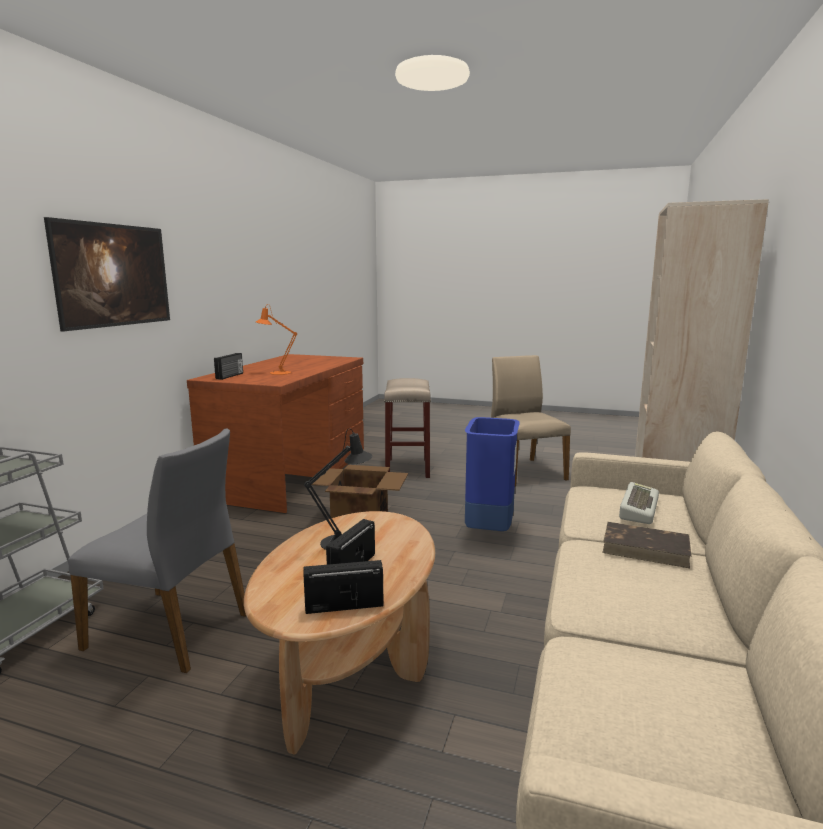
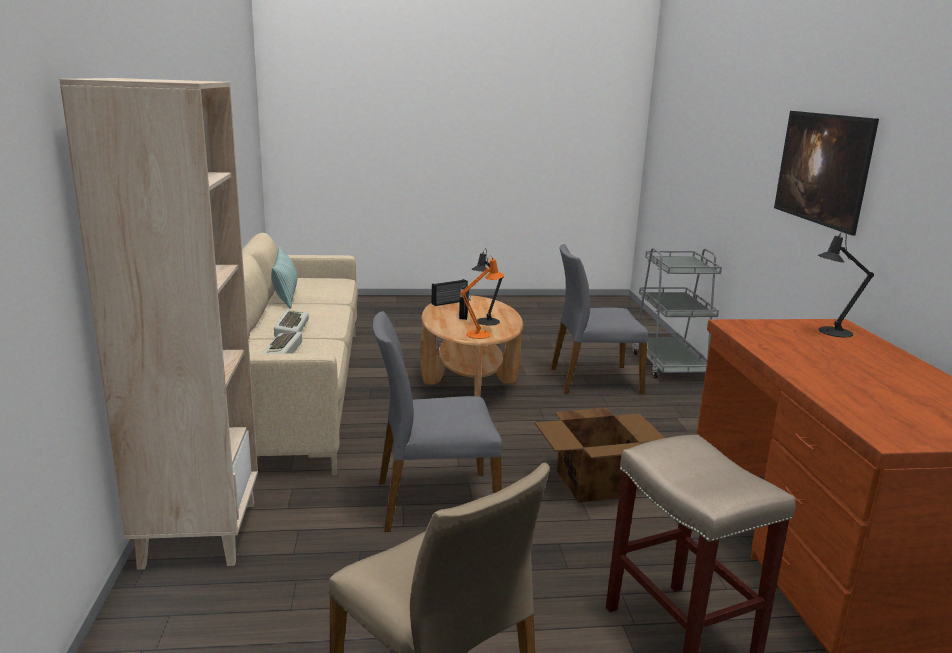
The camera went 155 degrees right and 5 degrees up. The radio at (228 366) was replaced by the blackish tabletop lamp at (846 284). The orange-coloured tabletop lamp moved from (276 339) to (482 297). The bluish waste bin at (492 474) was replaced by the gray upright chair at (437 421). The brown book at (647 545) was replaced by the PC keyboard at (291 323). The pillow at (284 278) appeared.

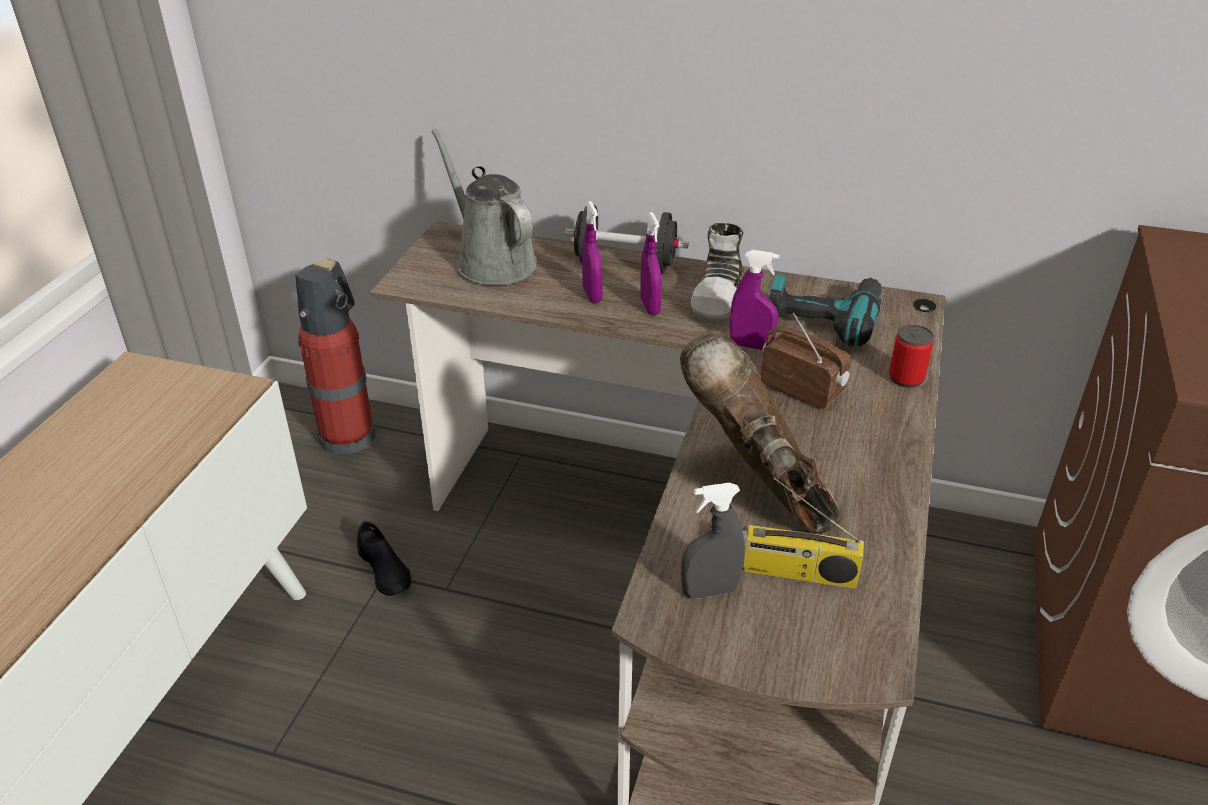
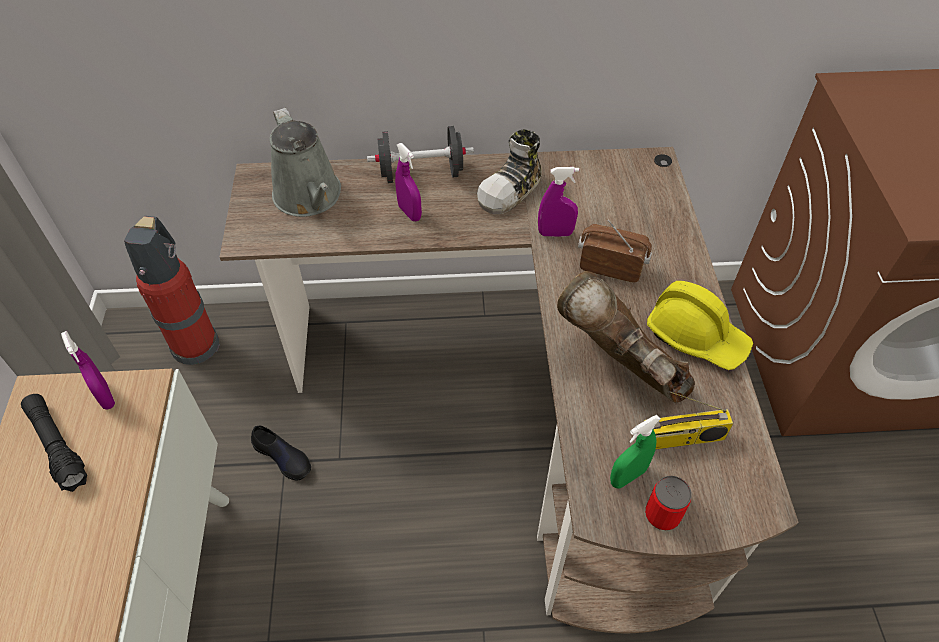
The camera went 20 degrees left and 15 degrees up. The gray watering pot at (484 207) turned 150 degrees counterclockwise. The purple-coloured spray bottle moved from (651 263) to (88 370). The gray spray bottle at (712 541) became the greenish spray bottle at (635 452). The shoe at (718 273) turned 45 degrees clockwise. The drill at (825 310) disappeared. The sealed can moved from (911 356) to (668 503). The blackish torch at (54 443) appeared. The yellow-coloured hard hat at (700 325) appeared.

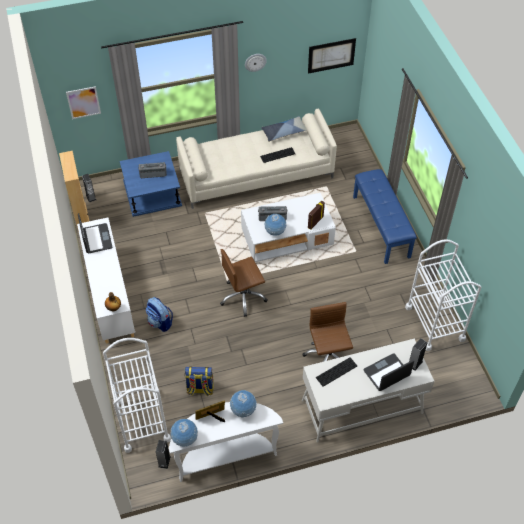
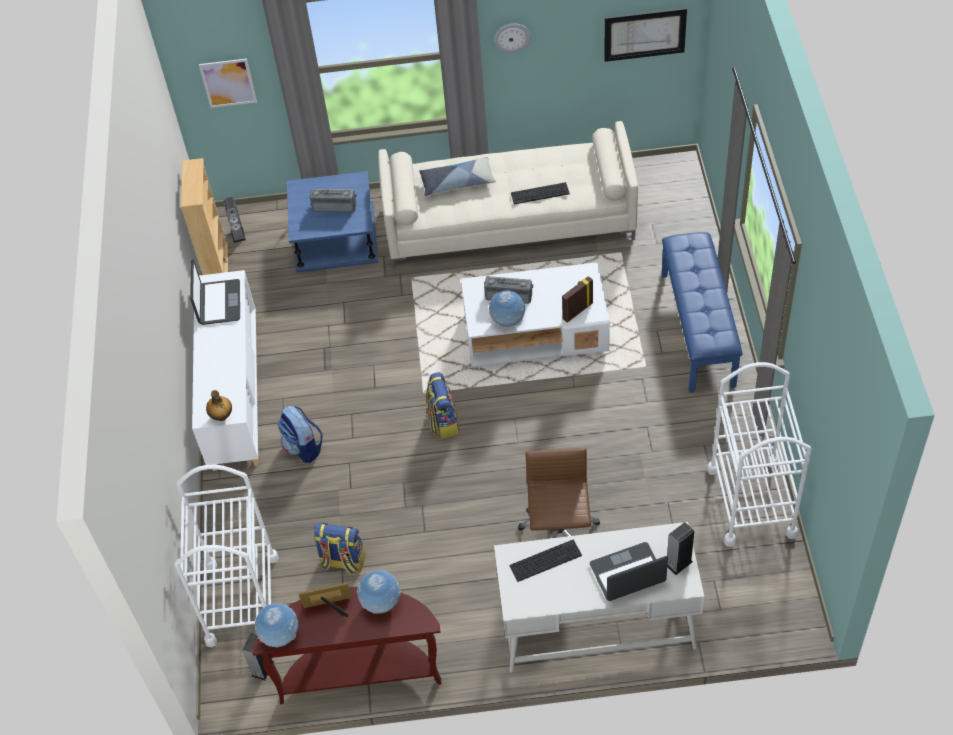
The camera went 15 degrees right and 0 degrees up. The white-coloured console table at (226 442) became the brown console table at (347 645). The brown desk chair at (244 283) was replaced by the backpack at (443 405). The pillow moved from (284 129) to (457 176).

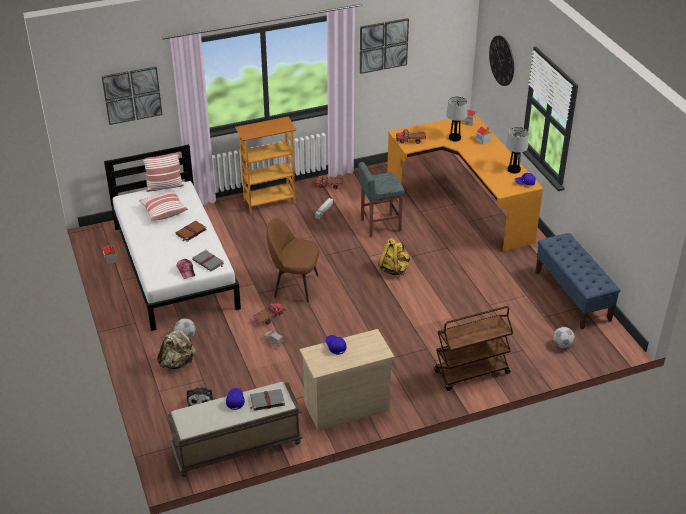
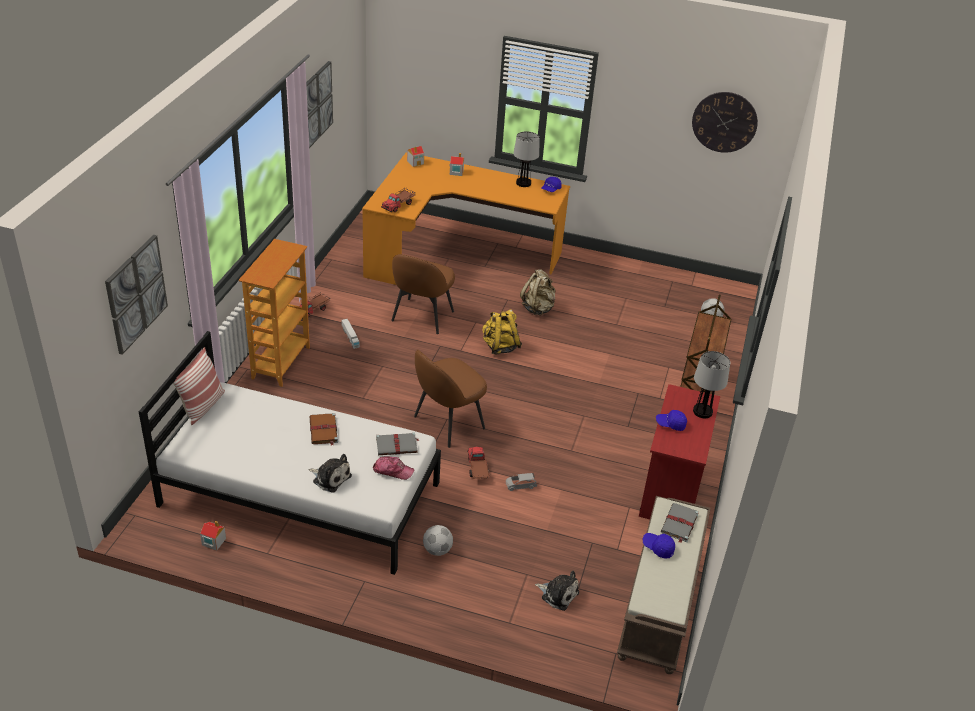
The camera went 55 degrees left and 0 degrees up. The pillow at (163 206) disappeared. The sand-coloured backpack moved from (176 348) to (538 292). The sand-coloured dresser at (347 380) became the red-coloured dresser at (679 451). The gray stool seat at (381 199) was replaced by the brown upright chair at (423 294). The tabletop lamp moved from (456 119) to (711 384). The hanging clock moved from (501 60) to (725 122). The bluish bench at (577 281) disappeared. The soft toy at (330 473) appeared.

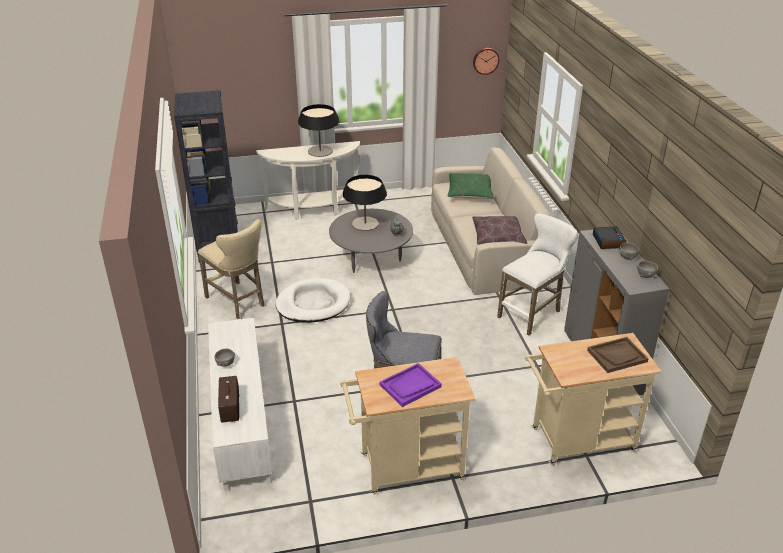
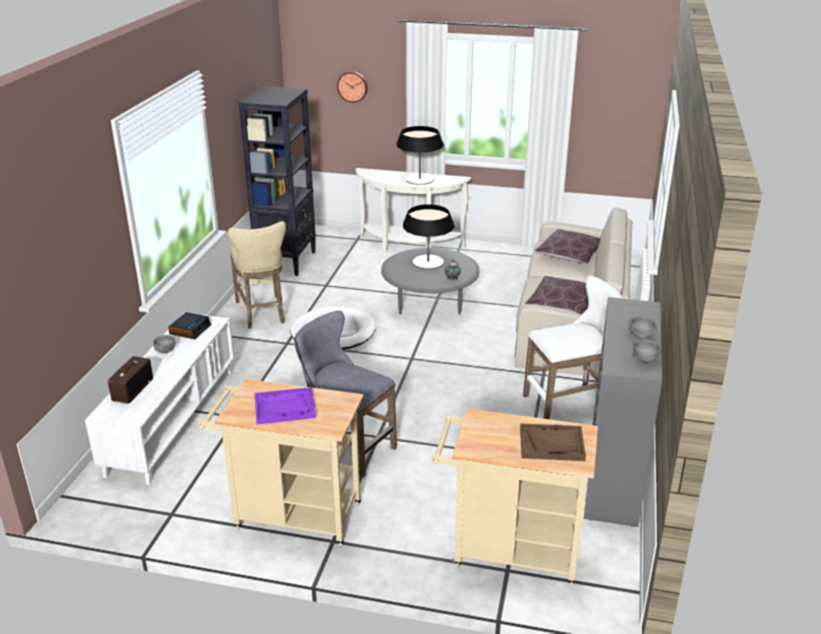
The camera went 25 degrees right and 5 degrees down. The greenish pillow at (471 186) became the brown pillow at (567 246). The hanging clock moved from (486 61) to (352 87). The alarm clock moved from (610 237) to (189 325).

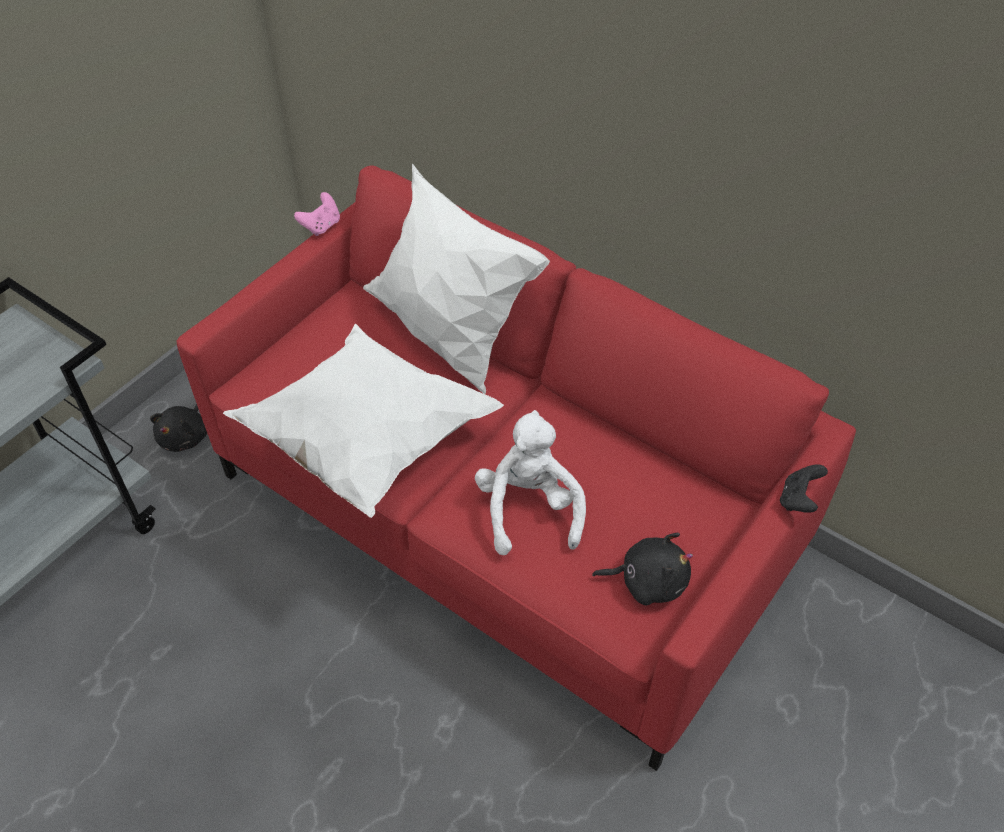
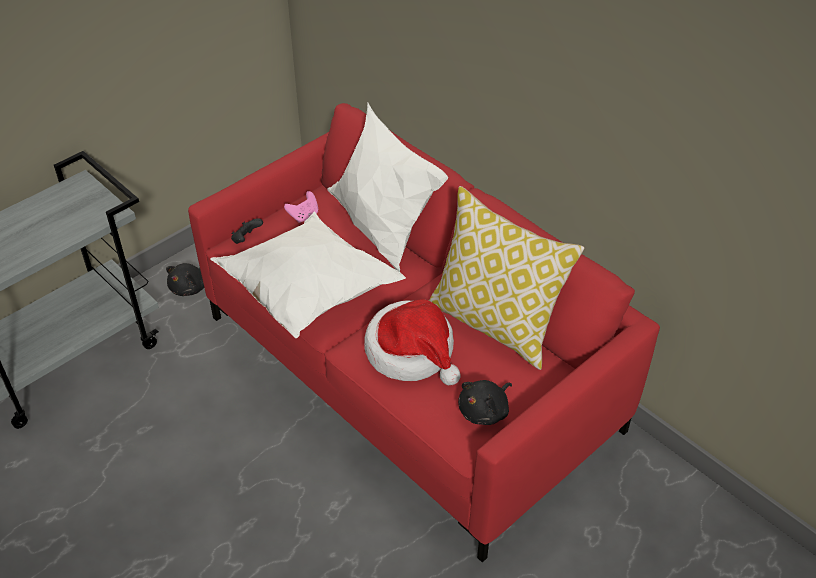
The camera went 10 degrees right and 5 degrees down. The pink-coloured gamepad moved from (317 214) to (301 207). The white-coloured soft toy at (530 482) was replaced by the wearable hat at (412 342). The blackish soft toy at (642 569) turned 120 degrees clockwise. The blackish gamepad moved from (804 488) to (247 231). The pillow at (506 278) appeared.

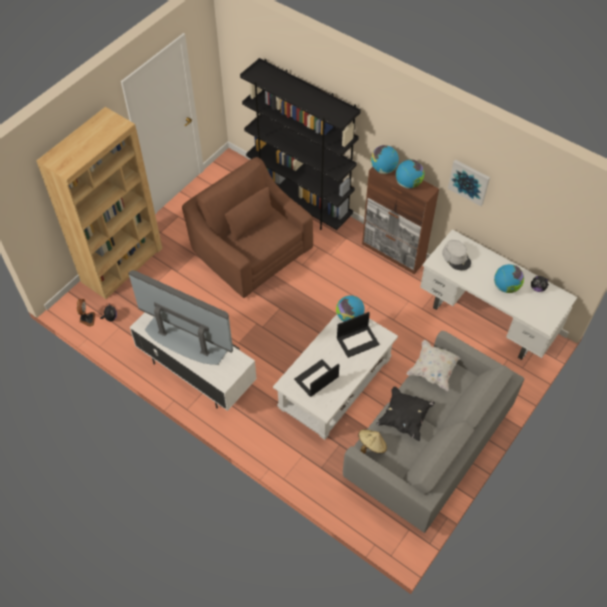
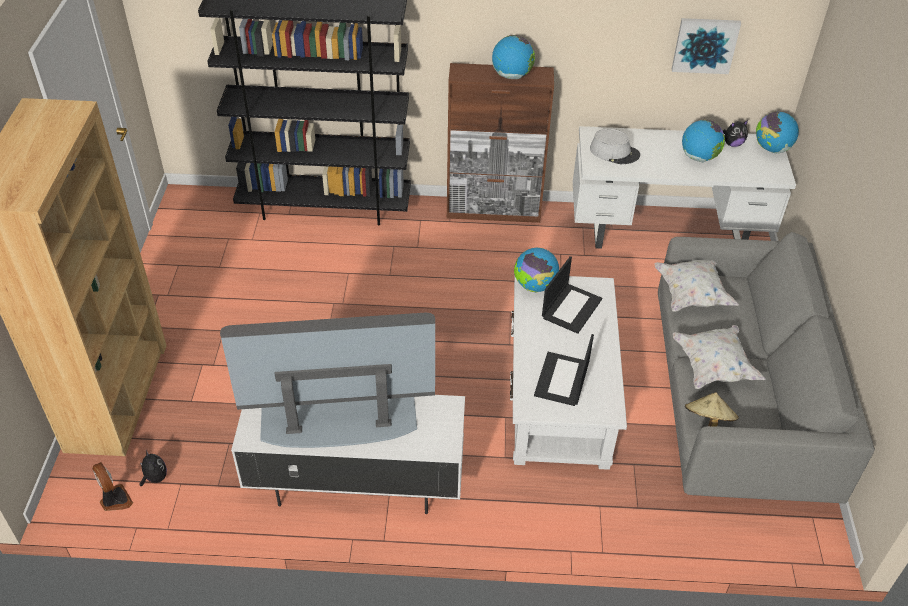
The camera went 35 degrees left and 10 degrees down. The brown easy chair at (247 227) disappeared. The globe moved from (385 159) to (777 133). The blackish pillow at (405 414) became the white-coloured pillow at (719 357). The picture moved from (469 183) to (706 46).

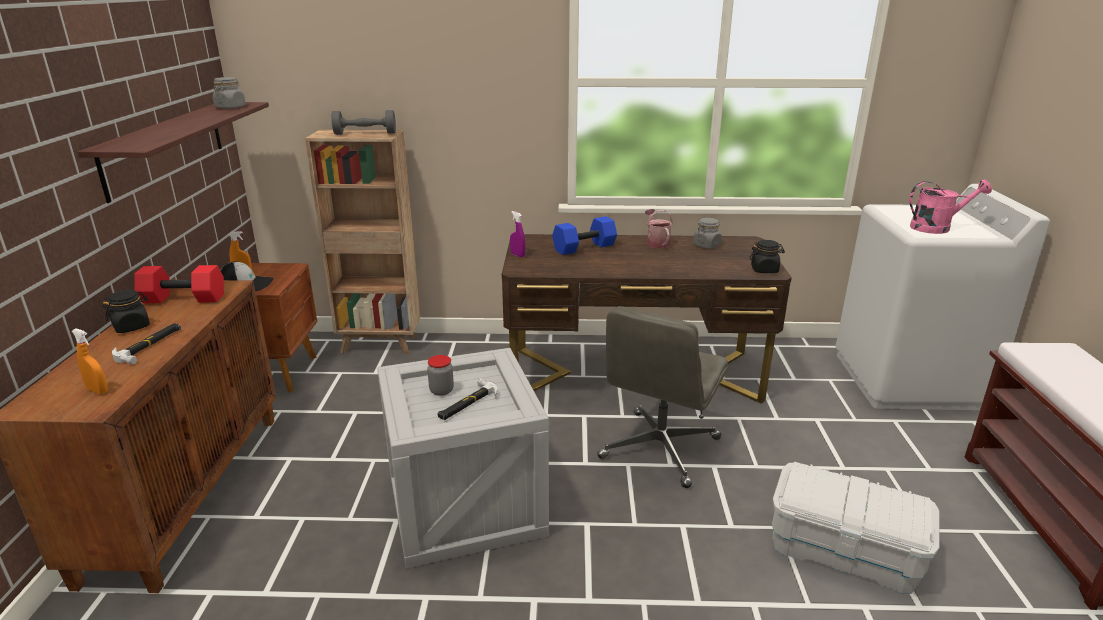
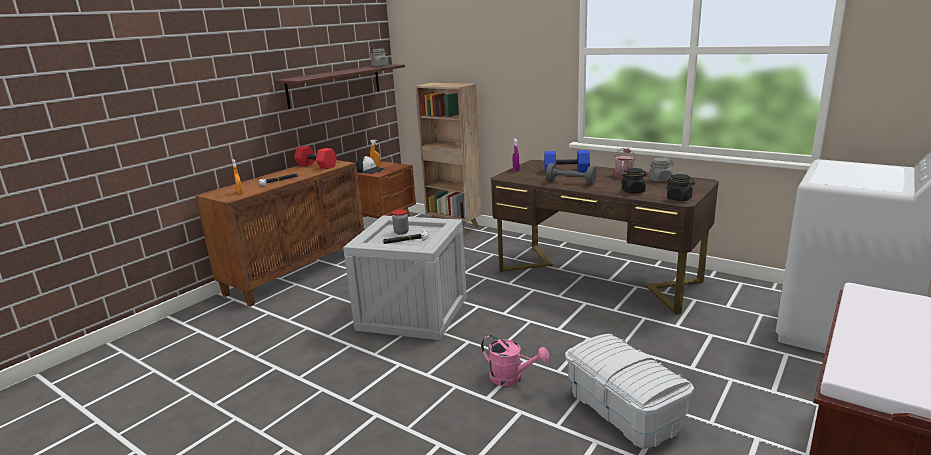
The camera went 35 degrees right and 5 degrees down. The blackish preserve jar moved from (126 311) to (634 180). The gray free weight moved from (363 122) to (571 174). The gray desk chair at (662 397) disappeared. The pink-coloured watering pot moved from (950 206) to (515 360).

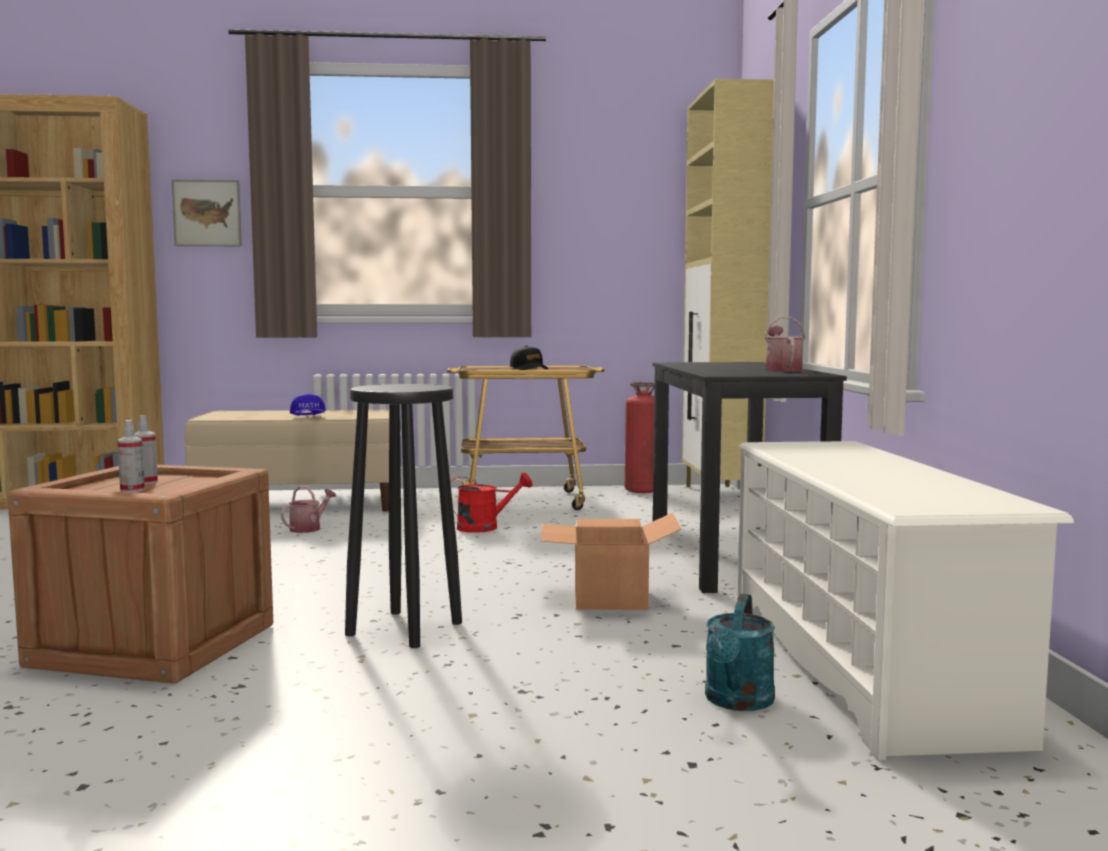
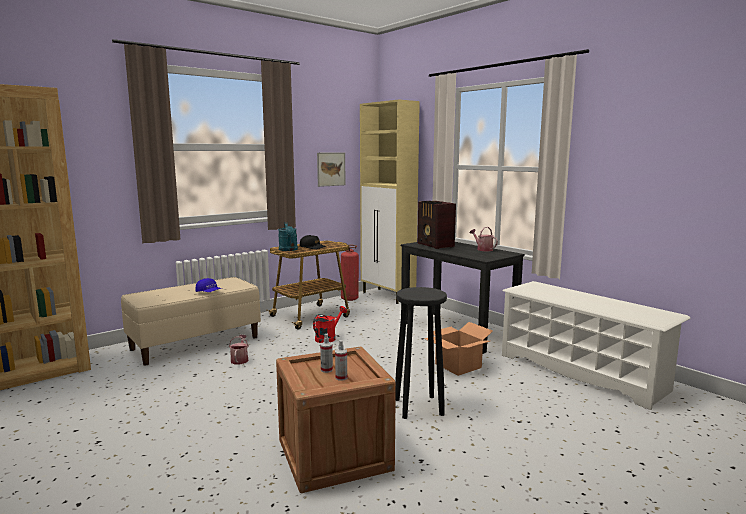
The camera went 35 degrees left and 5 degrees up. The picture moved from (206 212) to (331 170). The turquoise-coloured watering pot moved from (740 652) to (288 236). The radio at (437 225) appeared.

